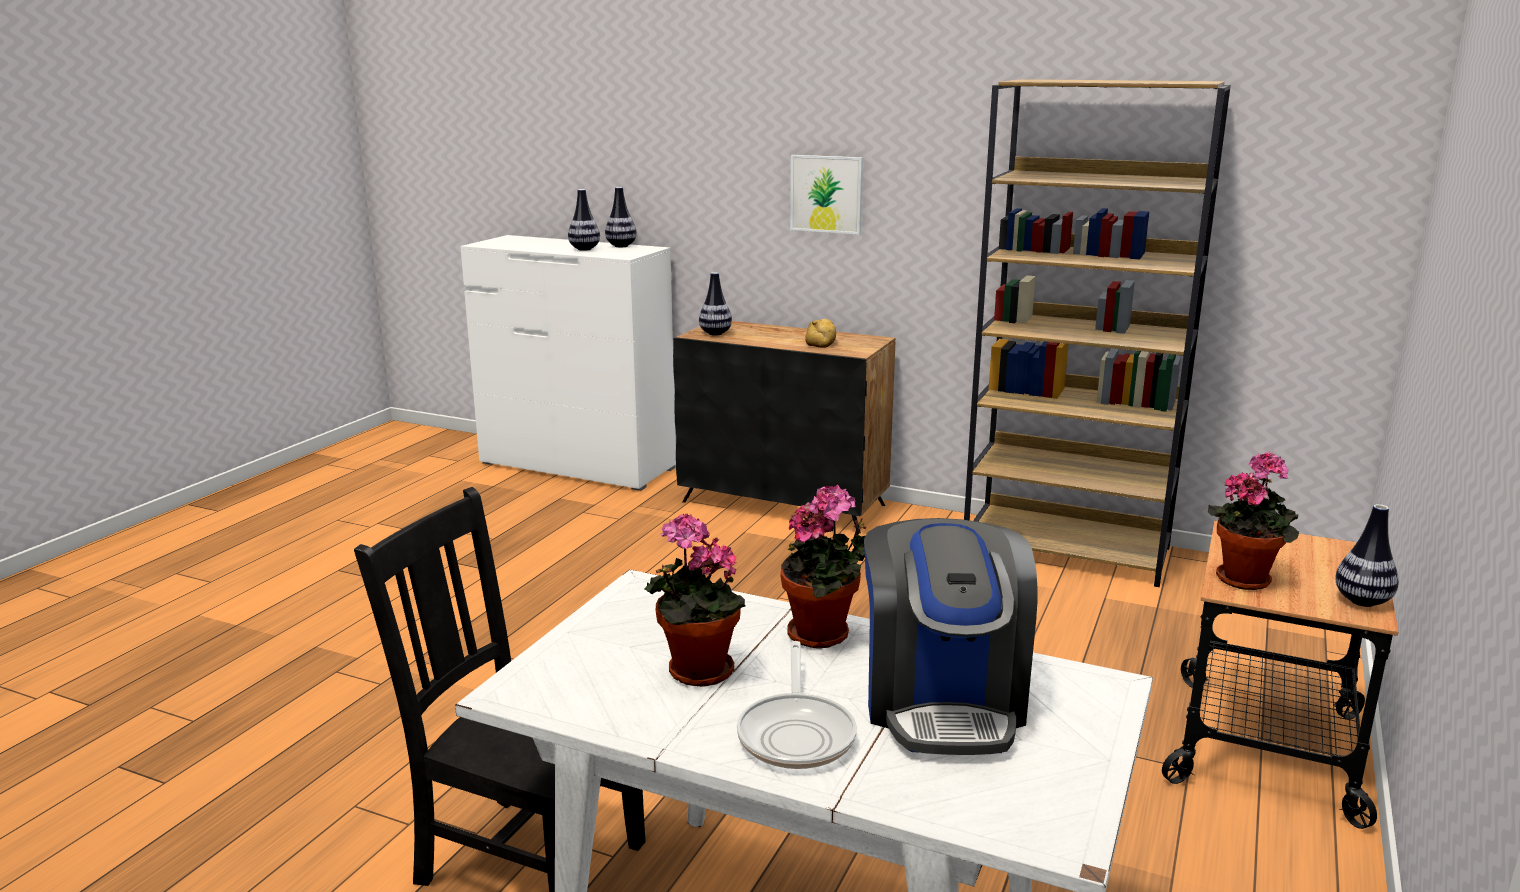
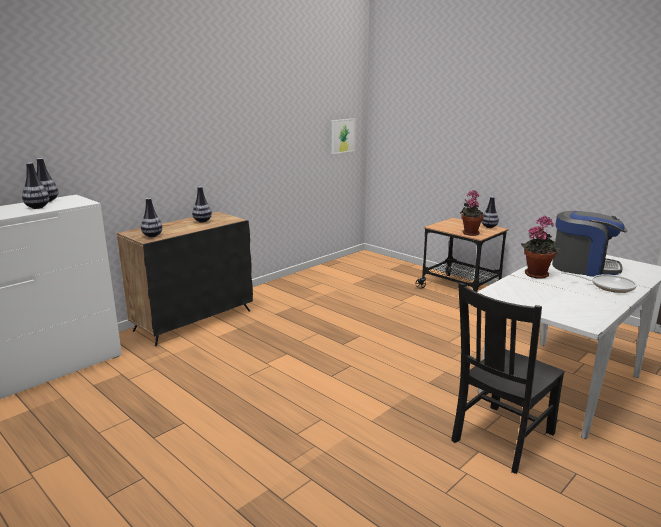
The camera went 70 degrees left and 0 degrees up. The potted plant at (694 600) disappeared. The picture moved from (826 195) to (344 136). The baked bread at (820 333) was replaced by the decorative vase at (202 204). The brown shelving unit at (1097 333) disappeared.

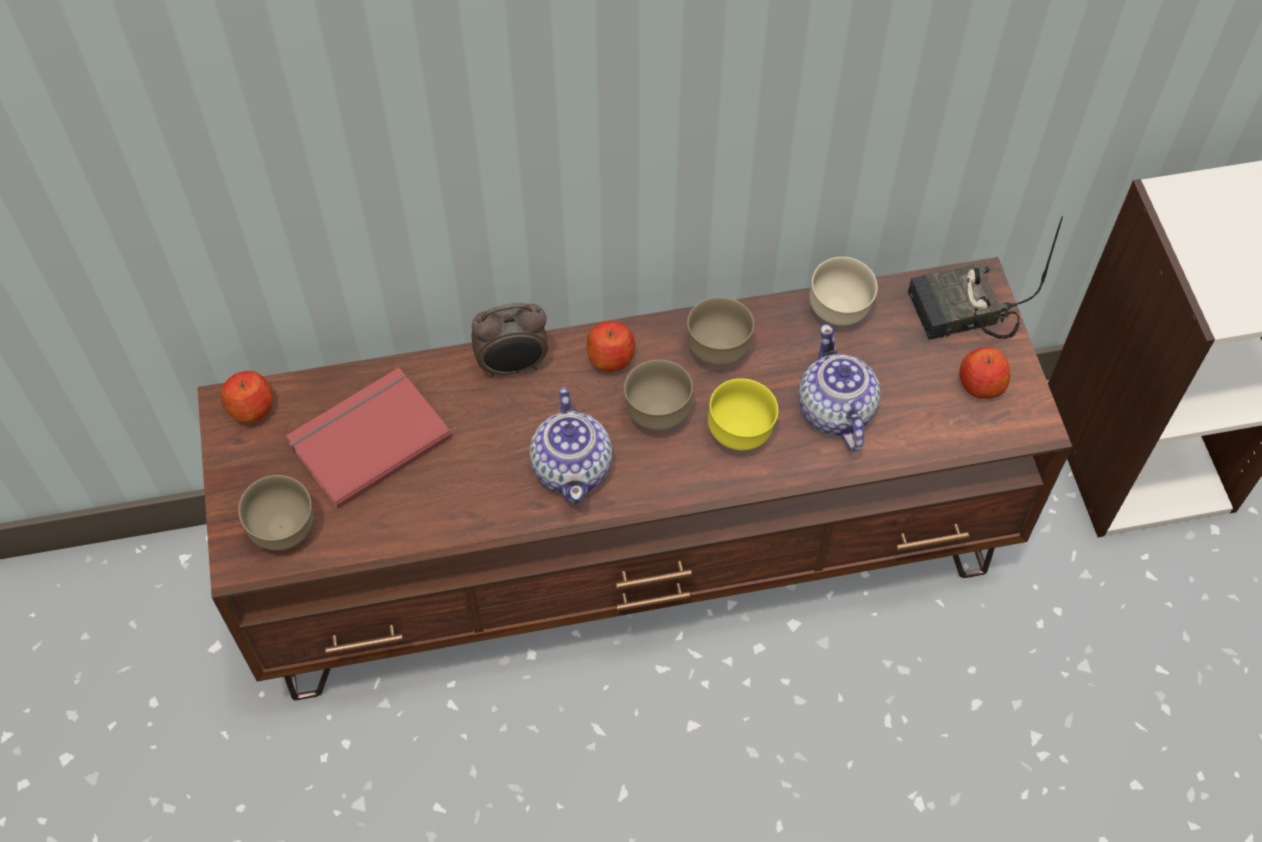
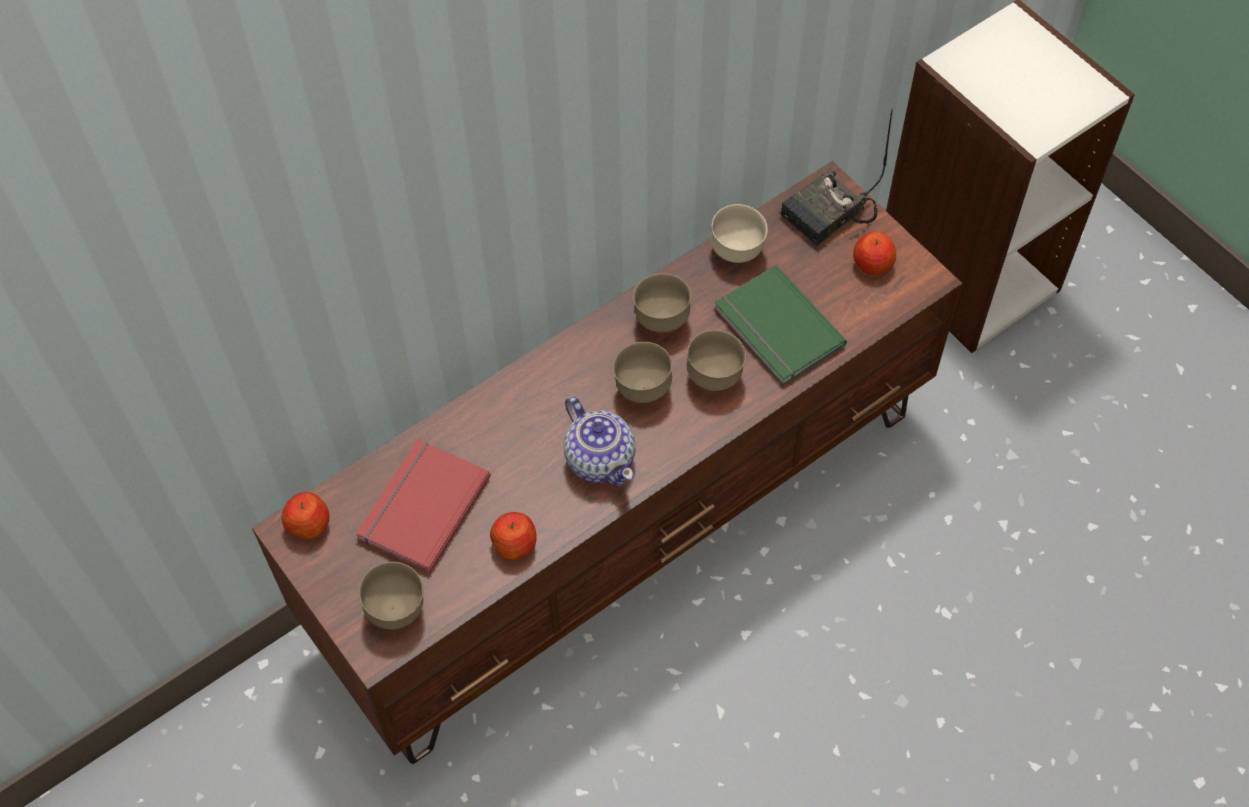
The camera went 25 degrees left and 0 degrees up. The alarm clock at (509 340) disappeared. The apple moved from (611 346) to (513 536). The yellow-coloured deep dish at (743 414) became the brown deep dish at (716 360). The teapot at (839 388) was replaced by the greenish book at (780 325).

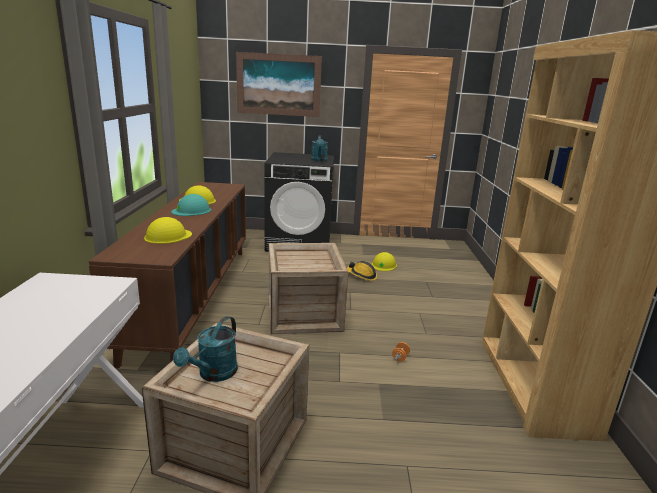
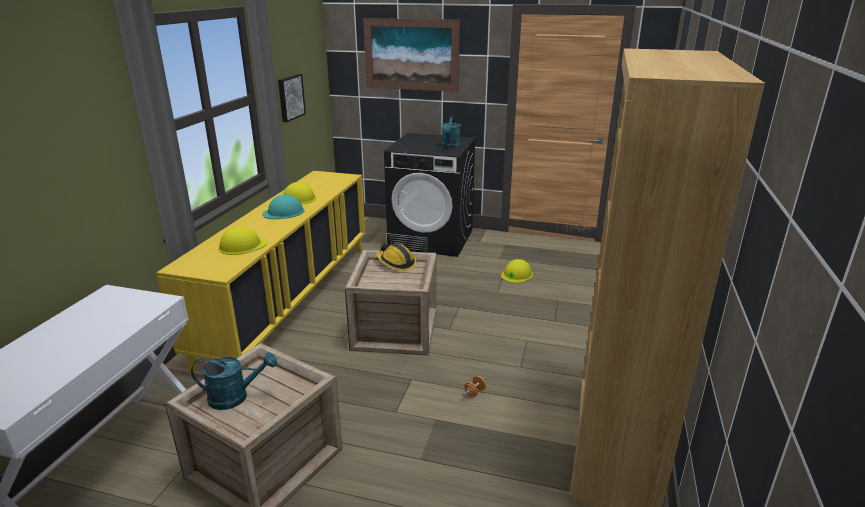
The camera went 15 degrees right and 5 degrees up. The brown cupboard at (167 275) became the yellow-coloured cupboard at (261 271). The turquoise-coloured watering pot at (205 349) turned 135 degrees counterclockwise. The hard hat moved from (362 271) to (396 257). The picture at (292 98) appeared.

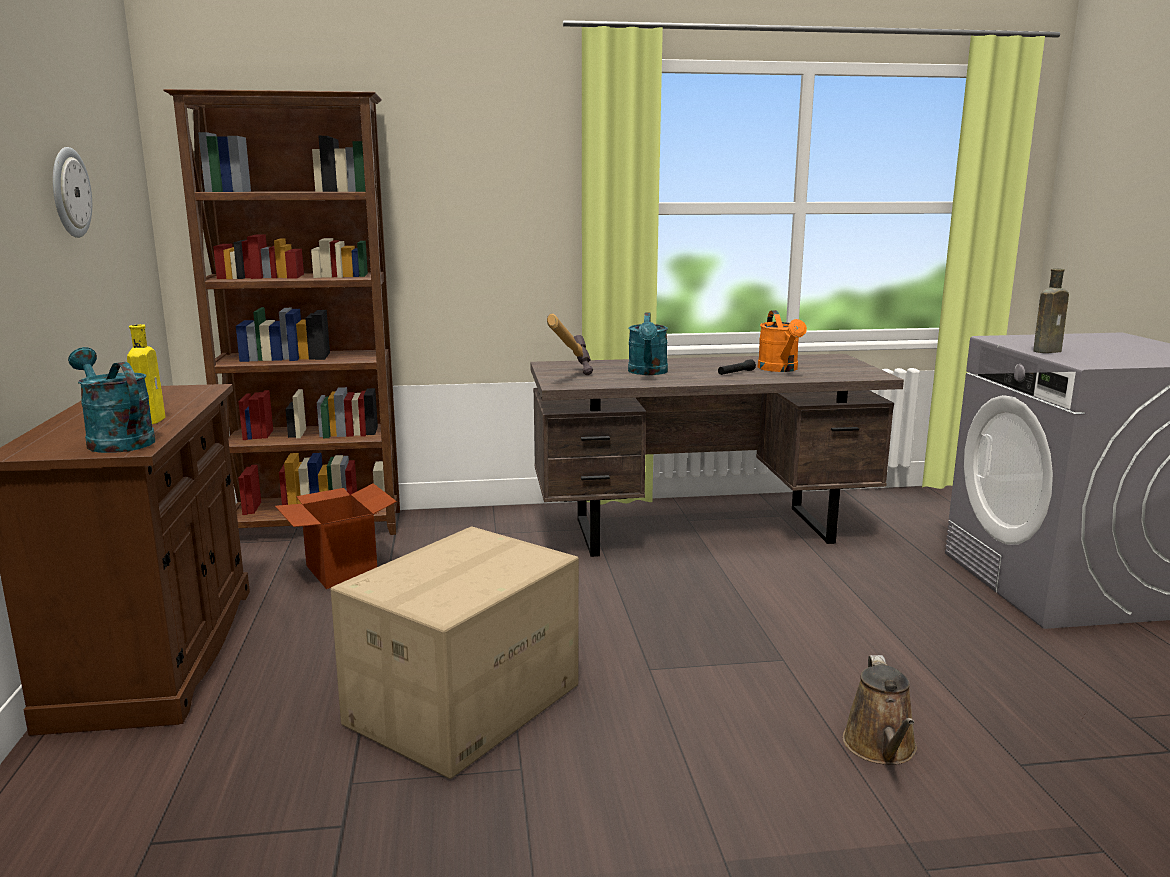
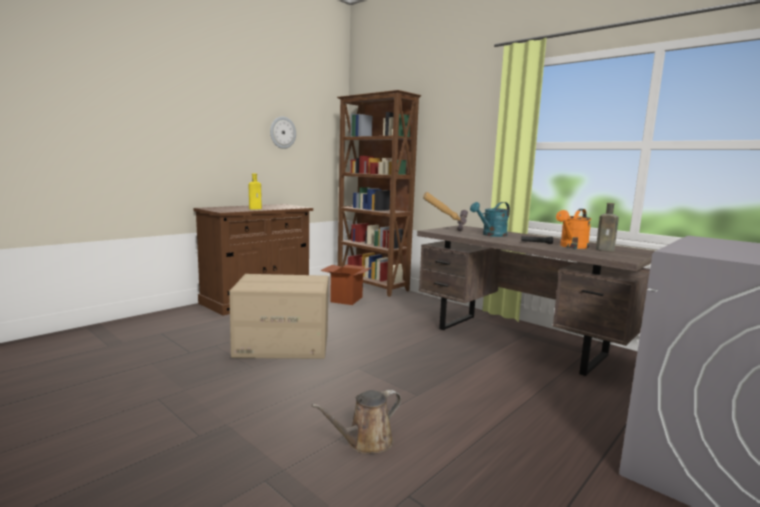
The camera went 50 degrees right and 5 degrees down. The turquoise-coloured watering pot at (111 400) disappeared. The brown beverage bottle moved from (1051 311) to (607 227).

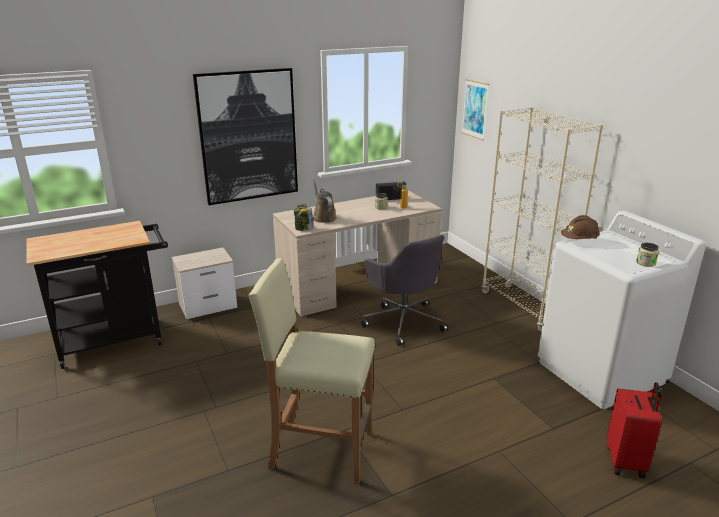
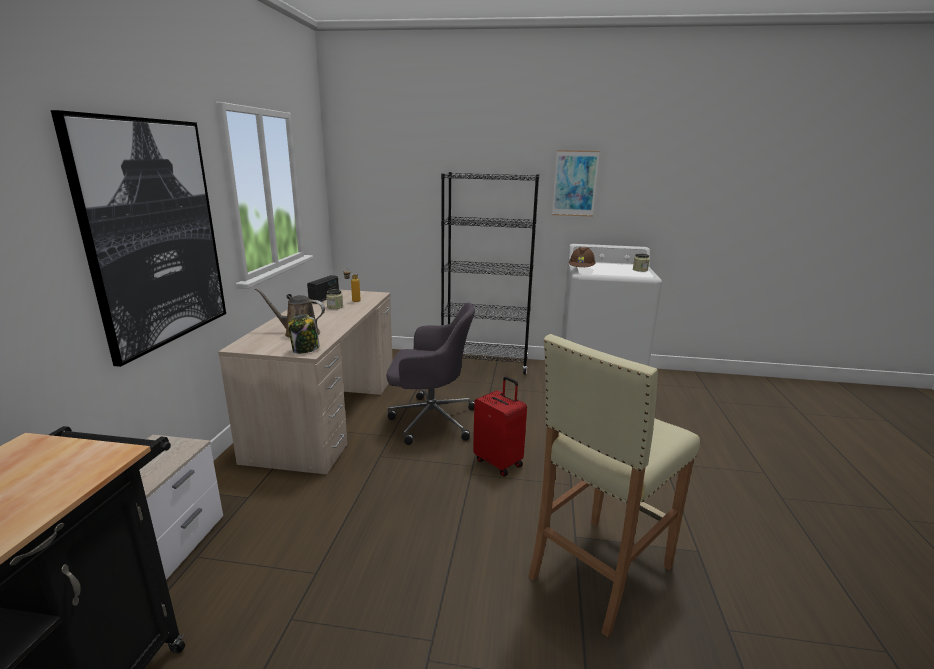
The camera went 55 degrees left and 5 degrees down. The picture moved from (475 109) to (576 183). The sand-coloured shelving unit at (542 219) became the blackish shelving unit at (490 273). The red-coloured piece of luggage moved from (634 430) to (500 427).

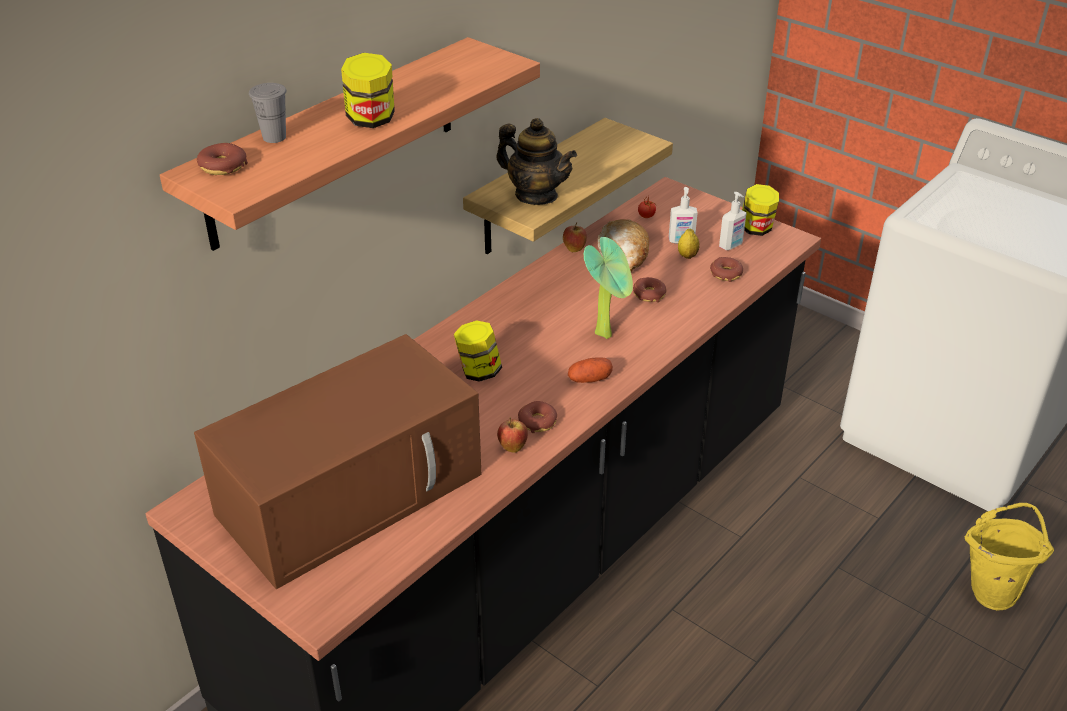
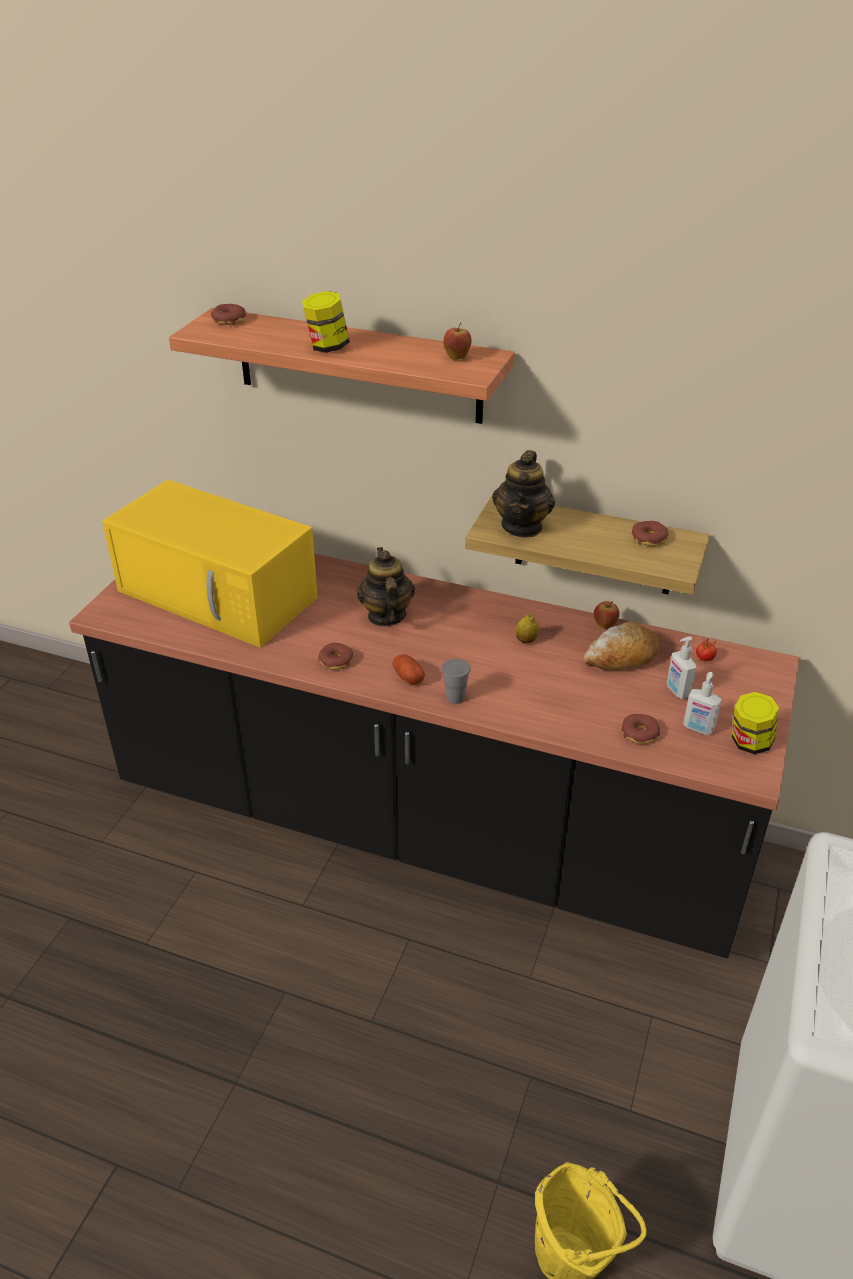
The camera went 70 degrees right and 0 degrees up. The brown kitchen microwave at (337 461) became the yellow-coloured kitchen microwave at (210 564). The gray cup moved from (268 113) to (456 681). The preserve jar at (478 351) was replaced by the teapot at (386 586). The apple moved from (512 435) to (457 341). The potted plant at (608 288) disappeared. The donut moved from (650 289) to (650 533). The citrus fruit moved from (689 244) to (527 629).

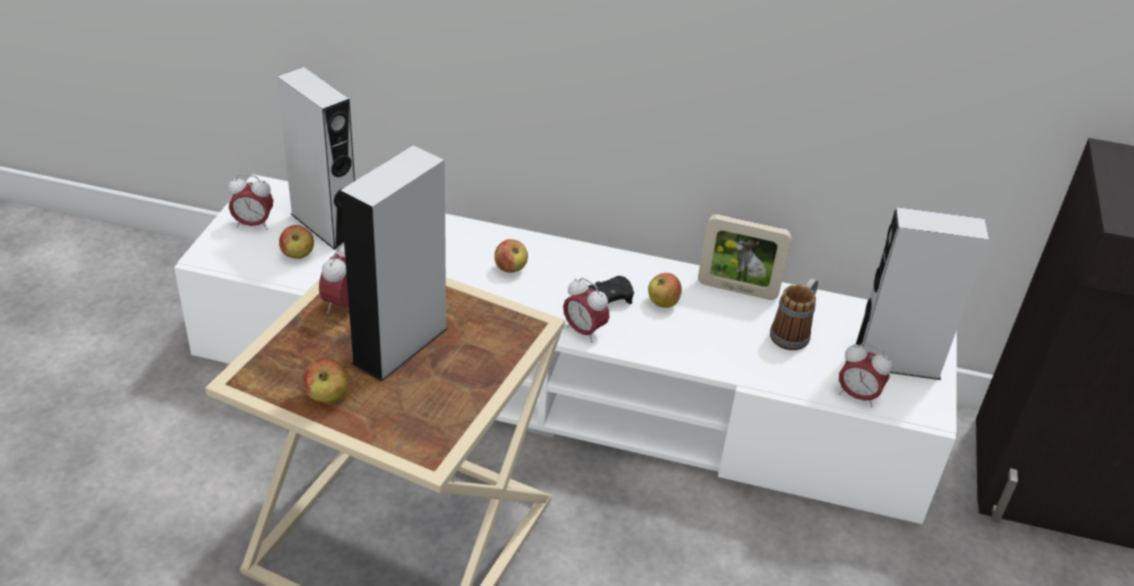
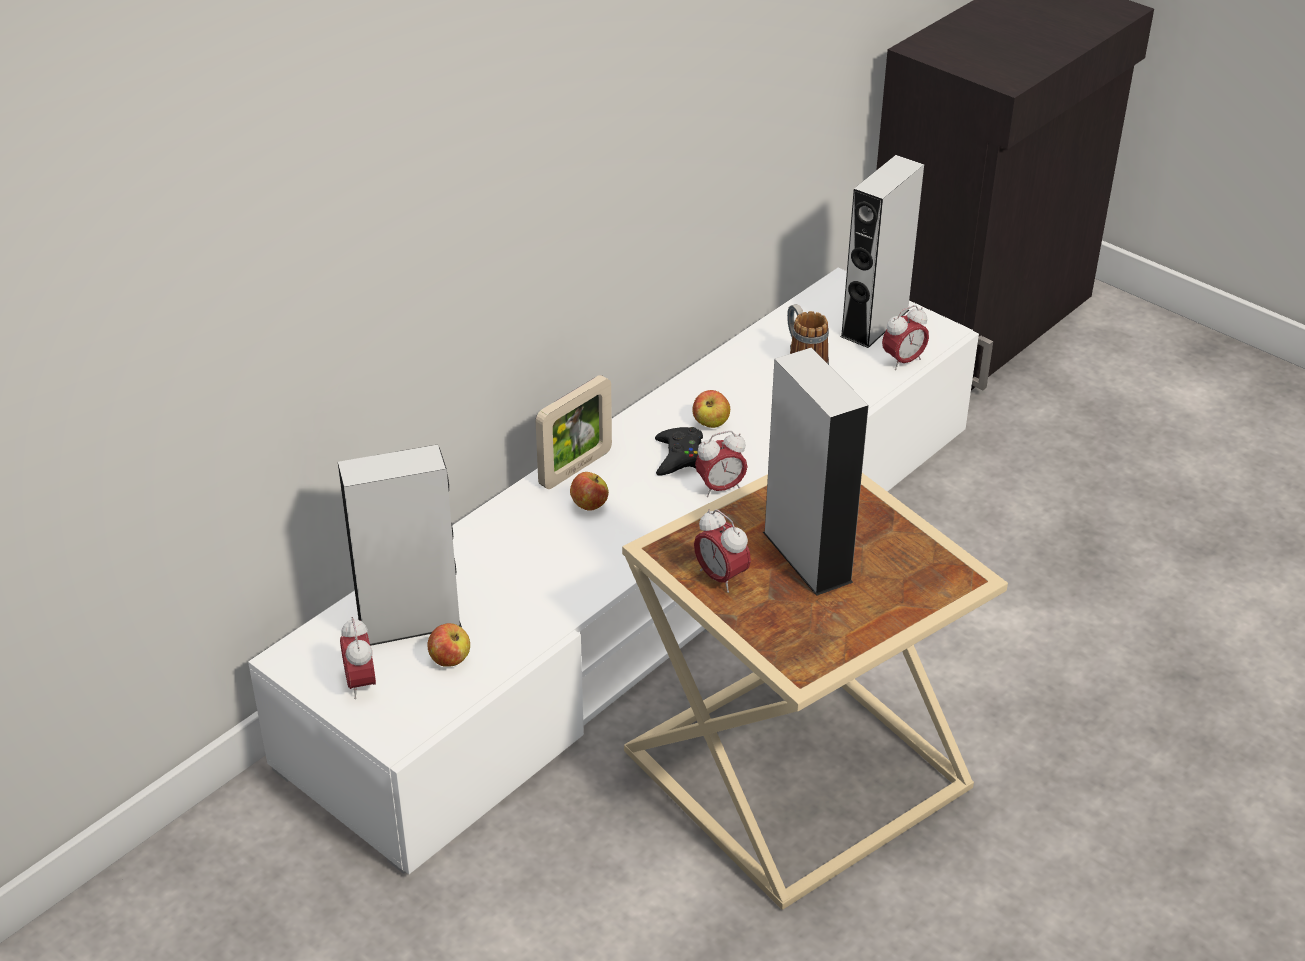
The camera went 60 degrees left and 0 degrees up. The alarm clock at (250 202) turned 135 degrees clockwise. The apple at (326 380) disappeared. The standing frame moved from (745 257) to (574 432).

